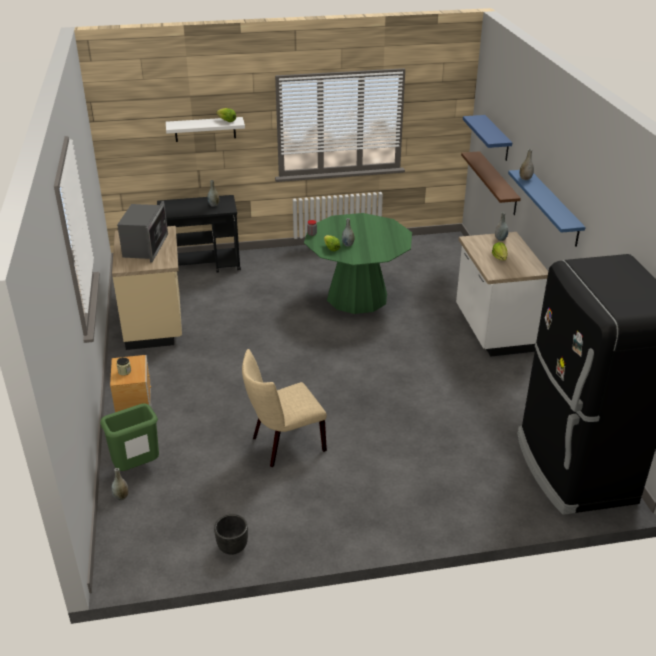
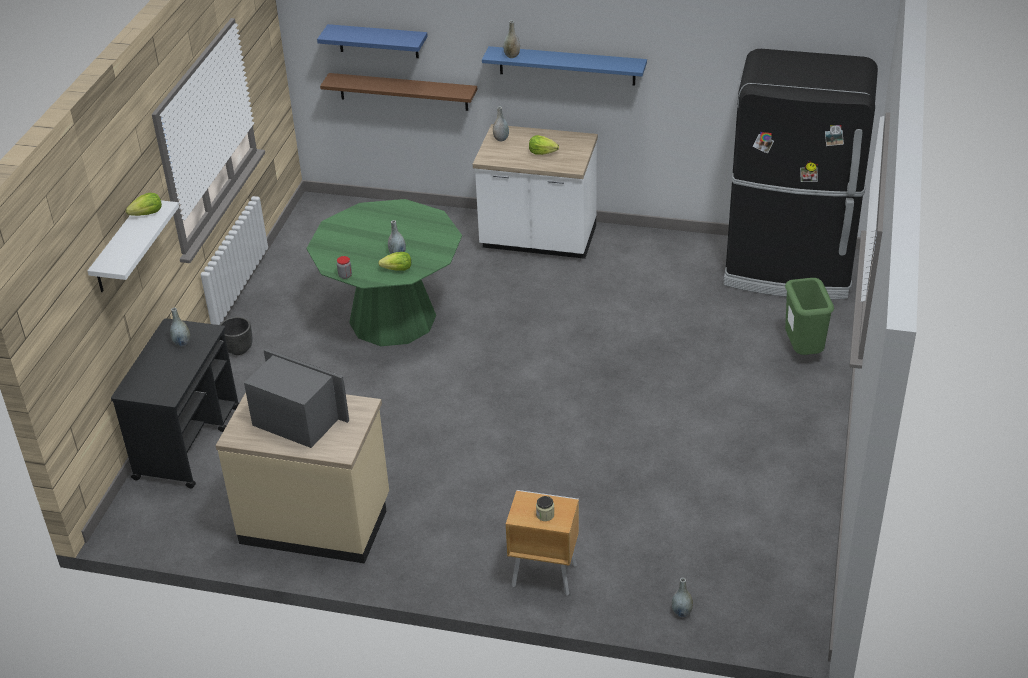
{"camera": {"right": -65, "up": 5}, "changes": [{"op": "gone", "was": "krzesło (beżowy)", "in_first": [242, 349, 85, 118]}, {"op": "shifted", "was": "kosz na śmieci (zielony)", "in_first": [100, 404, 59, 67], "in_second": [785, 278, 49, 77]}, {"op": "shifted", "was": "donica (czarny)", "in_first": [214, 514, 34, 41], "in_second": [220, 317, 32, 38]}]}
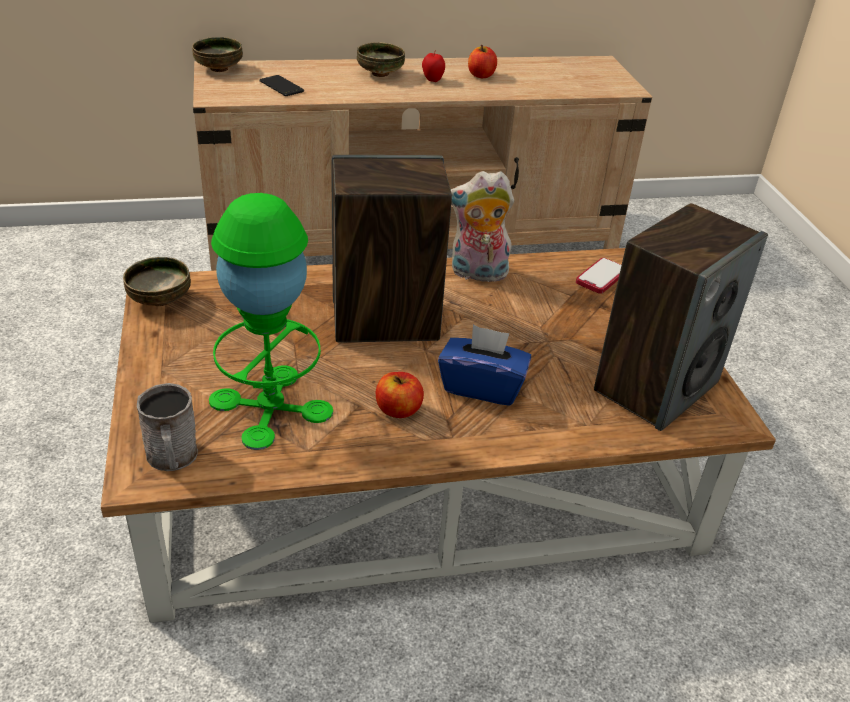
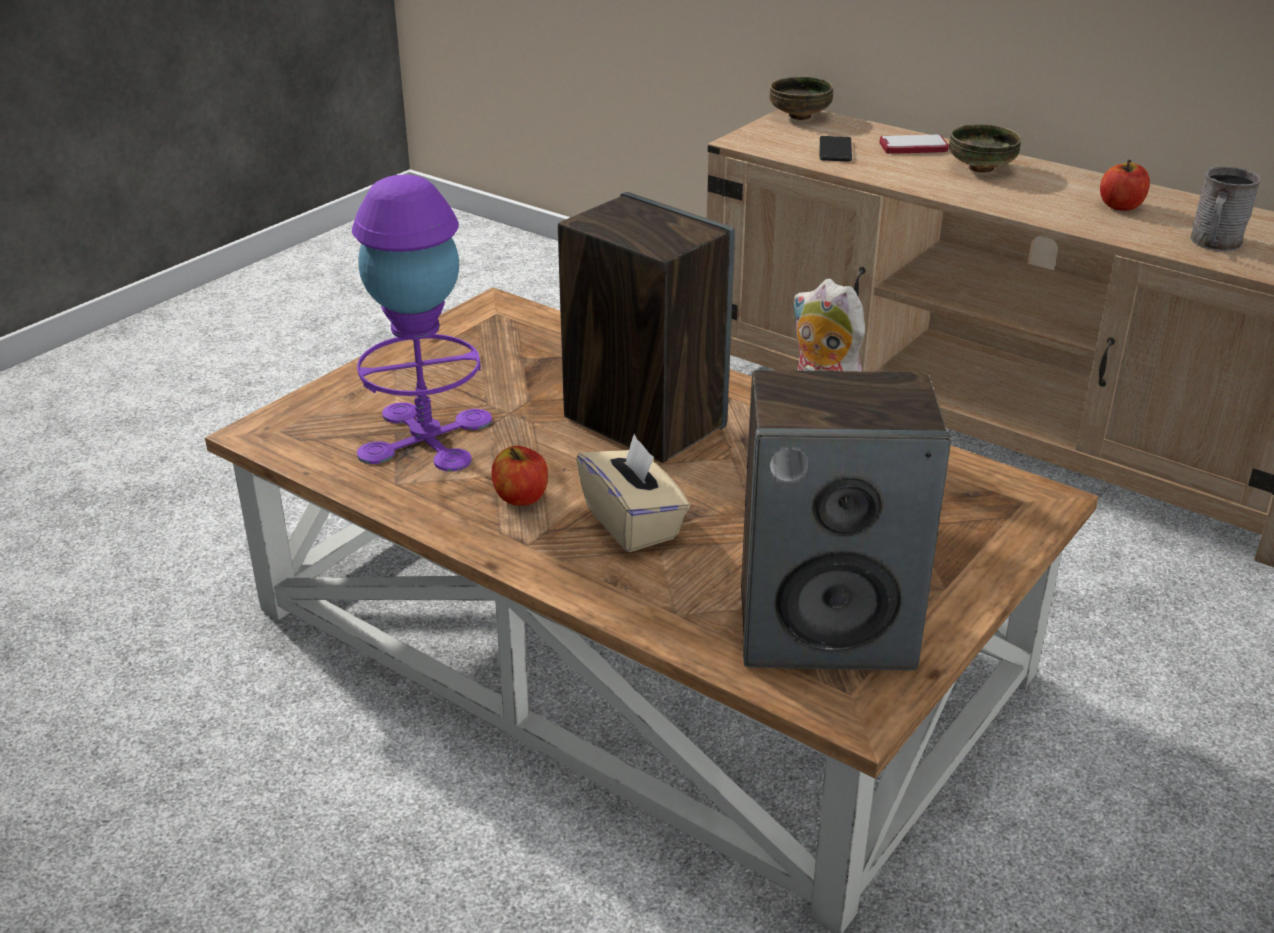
{"camera": {"right": 50, "up": -5}, "changes": [{"op": "gone", "was": "miska", "in_first": [123, 257, 68, 49]}, {"op": "gone", "was": "jabłko", "in_first": [422, 50, 23, 32]}, {"op": "shifted", "was": "kubek (szary)", "in_first": [137, 383, 61, 88], "in_second": [1190, 166, 71, 85]}, {"op": "shifted", "was": "telefon", "in_first": [576, 258, 45, 36], "in_second": [879, 135, 70, 19]}, {"op": "repainted", "was": "lampa stołowa (zielony)", "now": "lampa stołowa (fioletowy)", "in_first": [209, 193, 124, 257], "in_second": [352, 174, 140, 297]}, {"op": "repainted", "was": "pudełko chusteczek (niebieski)", "now": "pudełko chusteczek (beżowy)", "in_first": [438, 325, 93, 81], "in_second": [576, 434, 114, 118]}]}
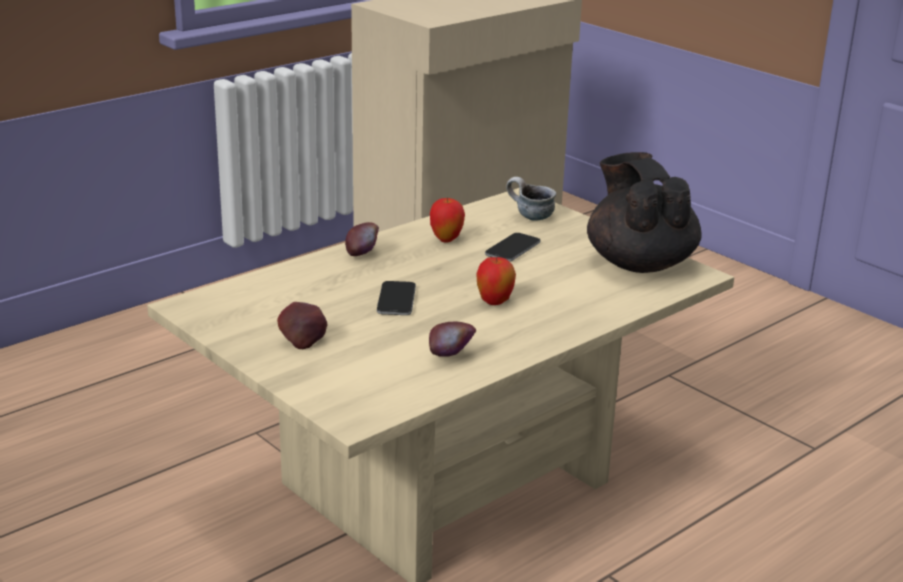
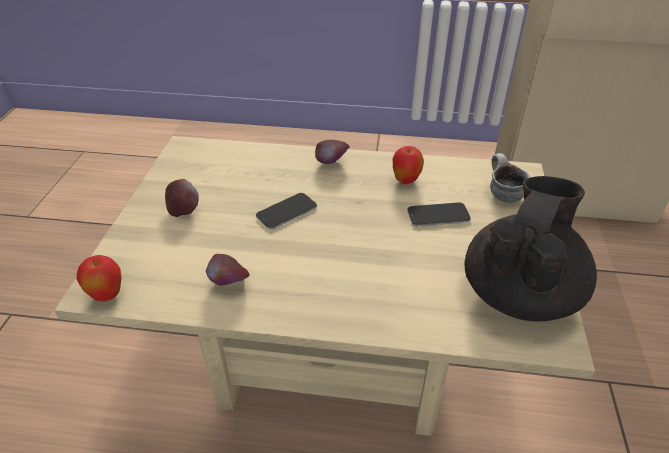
{"camera": {"right": 50, "up": 15}, "changes": [{"op": "shifted", "was": "jabłko", "in_first": [476, 256, 40, 49], "in_second": [76, 255, 46, 47]}]}
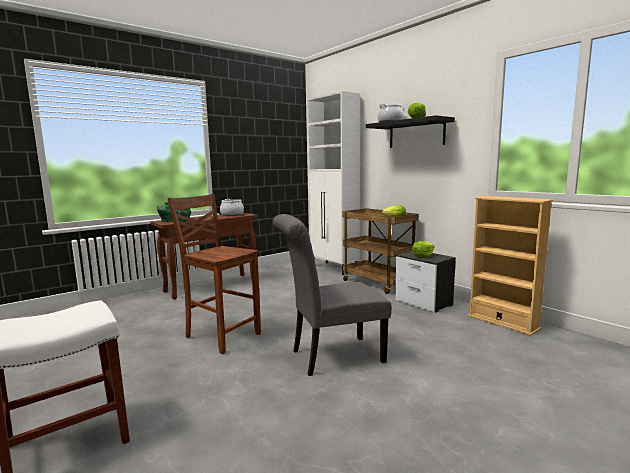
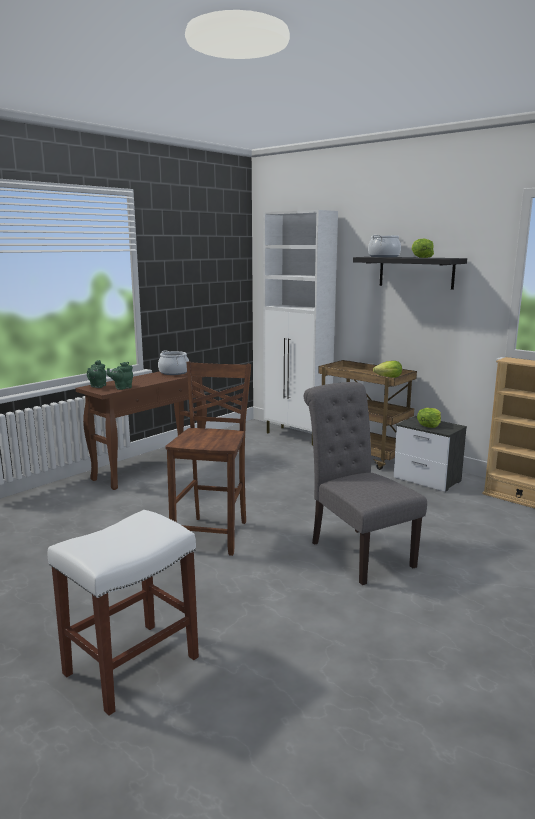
{"camera": {"right": -10, "up": 5}, "changes": [{"op": "rotated", "was": "krzesło (brązowy)", "in_first": [167, 194, 94, 160], "in_second": [165, 362, 86, 194], "clockwise": 75}, {"op": "rotated", "was": "krzesło (szary)", "in_first": [273, 214, 119, 162], "in_second": [304, 382, 123, 203], "clockwise": 90}]}
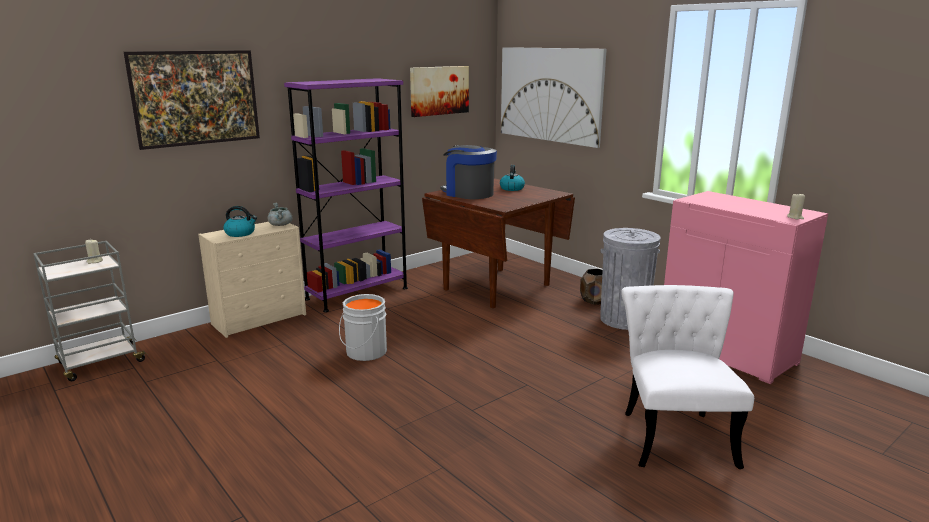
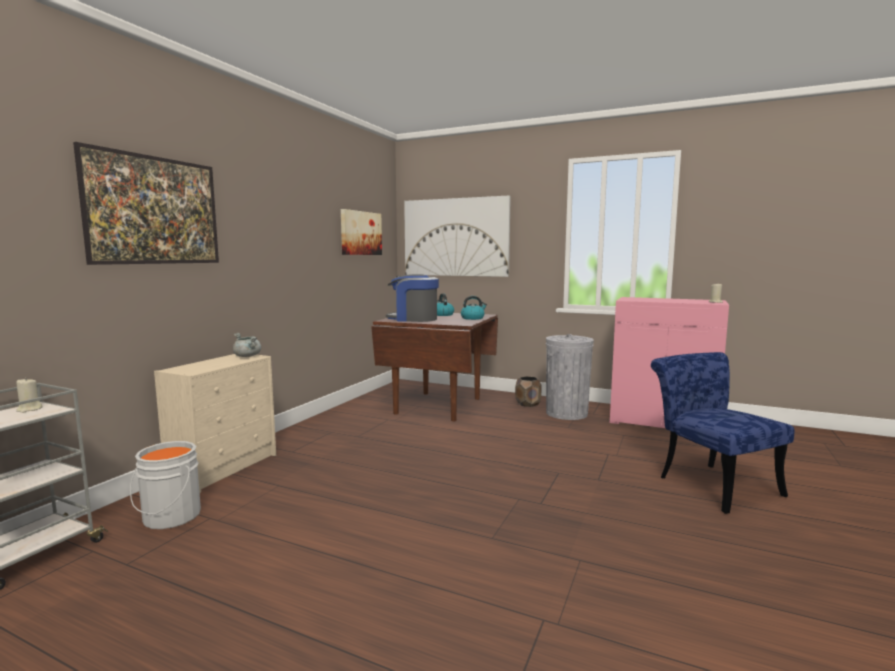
{"camera": {"right": -25, "up": -10}, "changes": [{"op": "gone", "was": "regał (fioletowy)", "in_first": [284, 78, 124, 234]}, {"op": "shifted", "was": "czajnik", "in_first": [224, 206, 33, 31], "in_second": [461, 296, 26, 24]}, {"op": "shifted", "was": "wiadro (szary)", "in_first": [339, 294, 48, 67], "in_second": [130, 441, 71, 88]}, {"op": "repainted", "was": "krzesło (biały)", "now": "krzesło (niebieski)", "in_first": [621, 285, 133, 184], "in_second": [651, 352, 143, 162]}]}
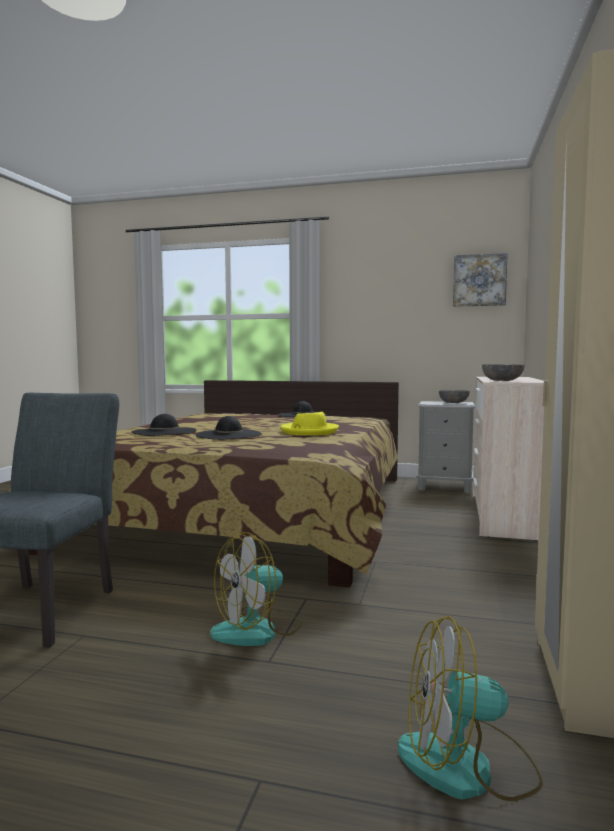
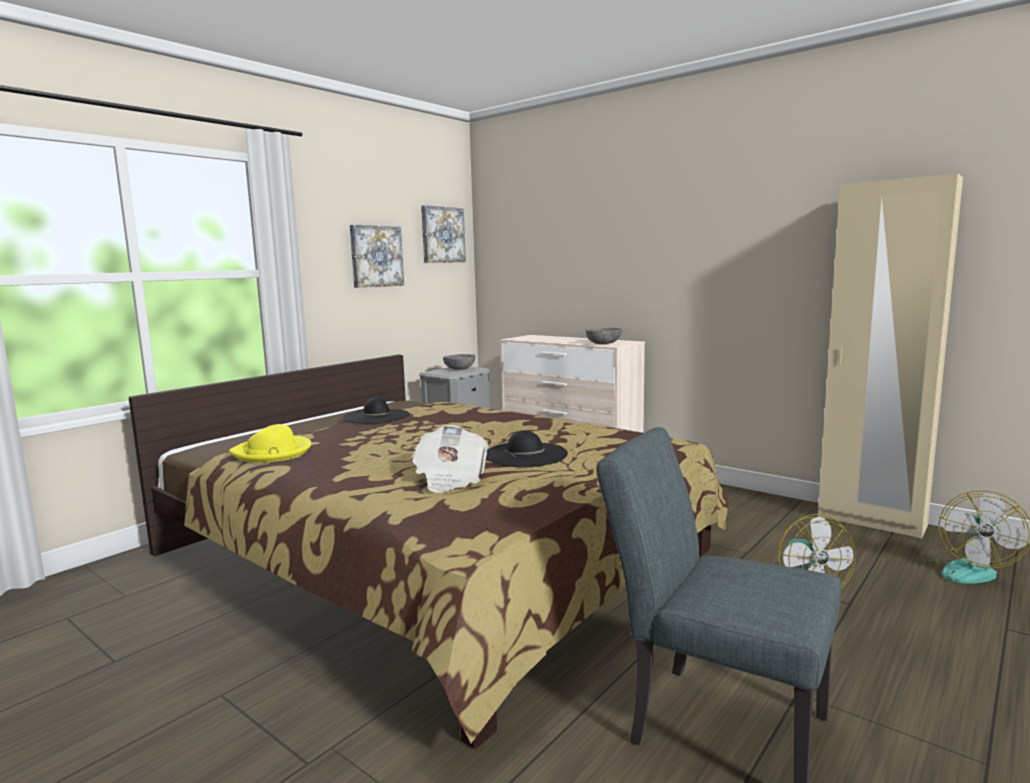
{"camera": {"right": -65, "up": 5}, "changes": [{"op": "new", "now": "obraz", "in_second": [350, 225, 54, 63]}, {"op": "shifted", "was": "kapelusz (żółty)", "in_first": [281, 412, 58, 23], "in_second": [229, 424, 82, 38]}, {"op": "swapped", "was": "kapelusz (czarny)", "now": "gazeta", "in_first": [131, 414, 66, 22], "in_second": [411, 425, 77, 68]}]}
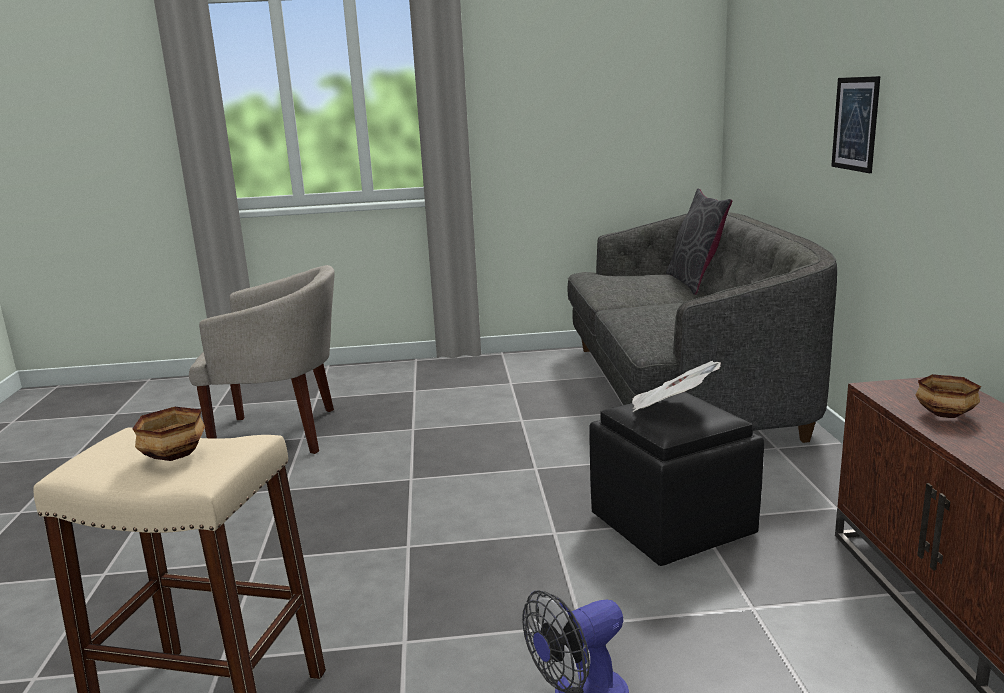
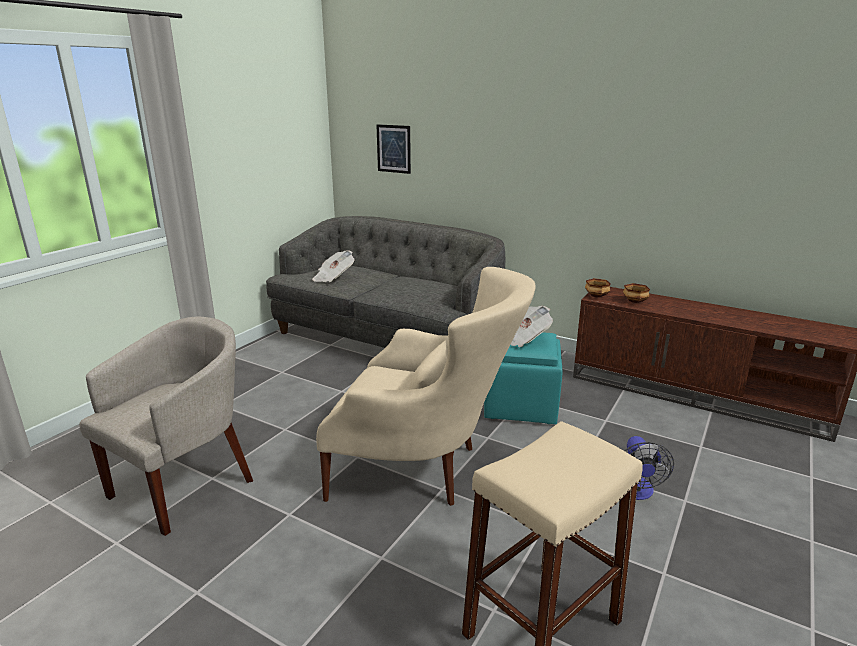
{"camera": {"right": -55, "up": 5}, "changes": [{"op": "gone", "was": "poduszka (szary)", "in_first": [666, 188, 66, 107]}, {"op": "new", "now": "gazeta", "in_second": [312, 250, 43, 32]}, {"op": "new", "now": "fotel (beżowy)", "in_second": [316, 267, 220, 239]}, {"op": "shifted", "was": "miska", "in_first": [133, 407, 72, 54], "in_second": [585, 278, 26, 19]}, {"op": "shifted", "was": "obraz", "in_first": [831, 76, 49, 97], "in_second": [376, 124, 35, 50]}, {"op": "repainted", "was": "pufa (czarny)", "now": "pufa (turkusowy)", "in_first": [590, 392, 174, 174], "in_second": [484, 332, 79, 92]}]}
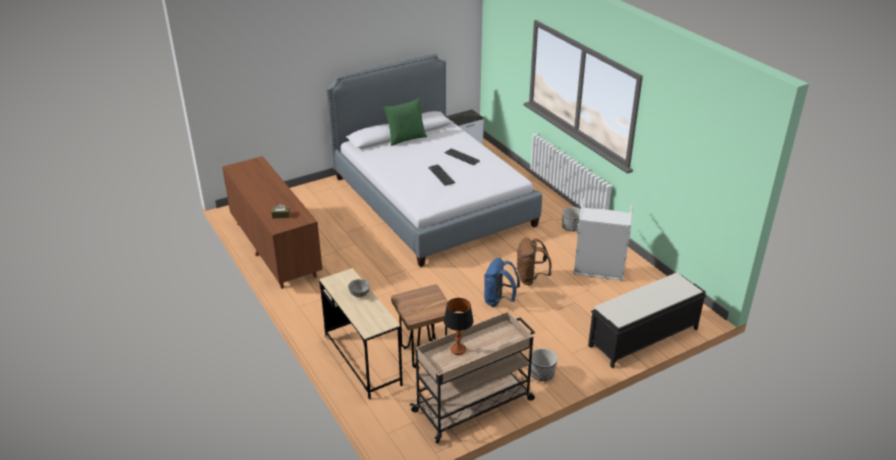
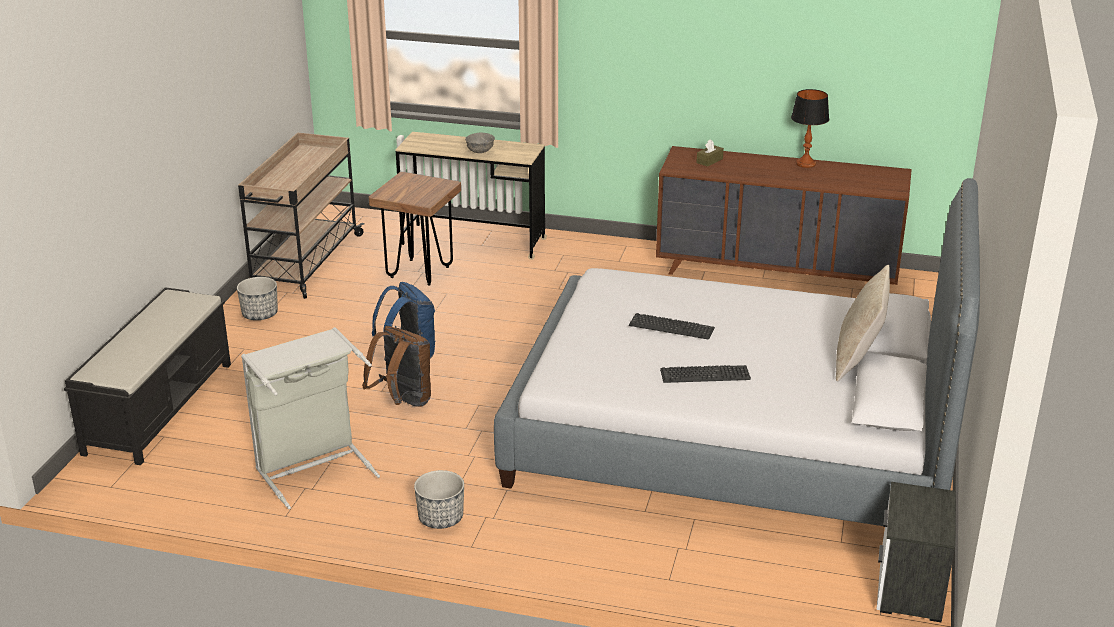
{"camera": {"right": 135, "up": -5}, "changes": [{"op": "shifted", "was": "lampa stołowa", "in_first": [444, 298, 30, 57], "in_second": [791, 89, 38, 79]}, {"op": "repainted", "was": "poduszka (zielony)", "now": "poduszka (beżowy)", "in_first": [384, 98, 43, 48], "in_second": [836, 264, 54, 118]}]}
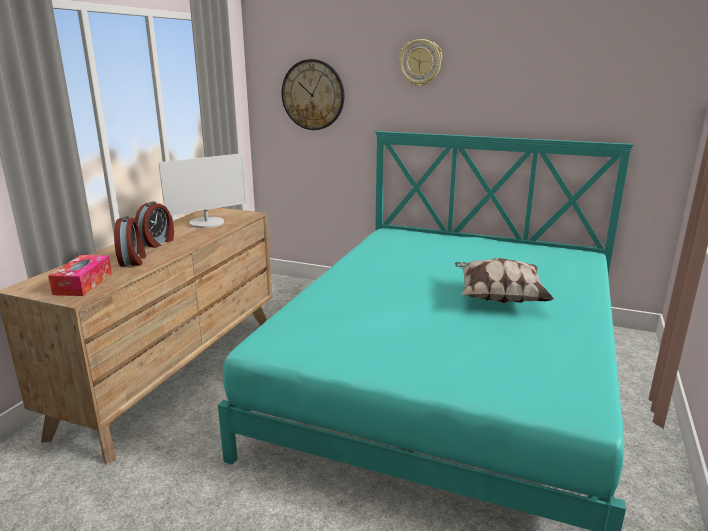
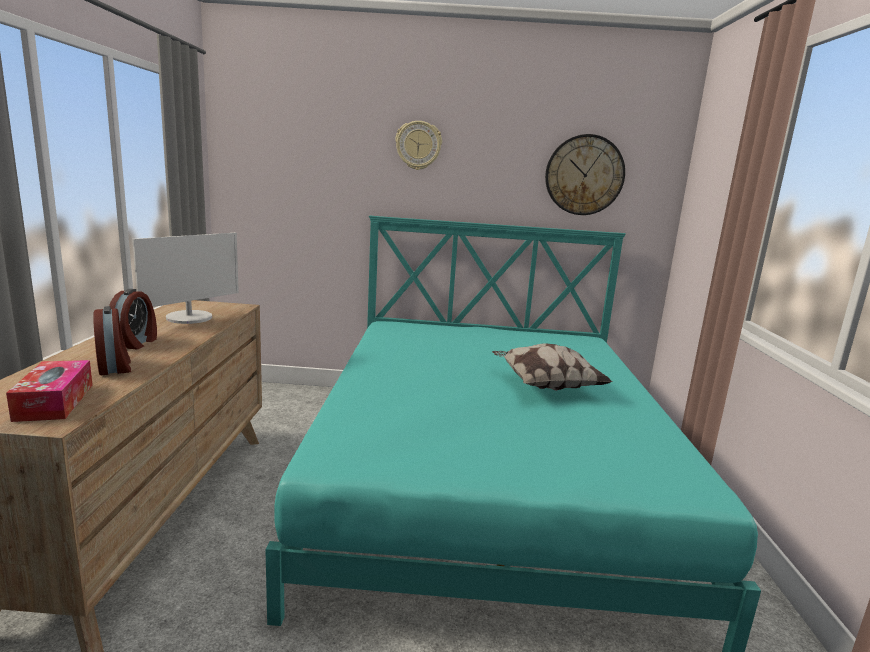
{"camera": {"right": -20, "up": -5}, "changes": [{"op": "shifted", "was": "zegar ścienny", "in_first": [281, 59, 63, 71], "in_second": [545, 134, 80, 81]}]}
